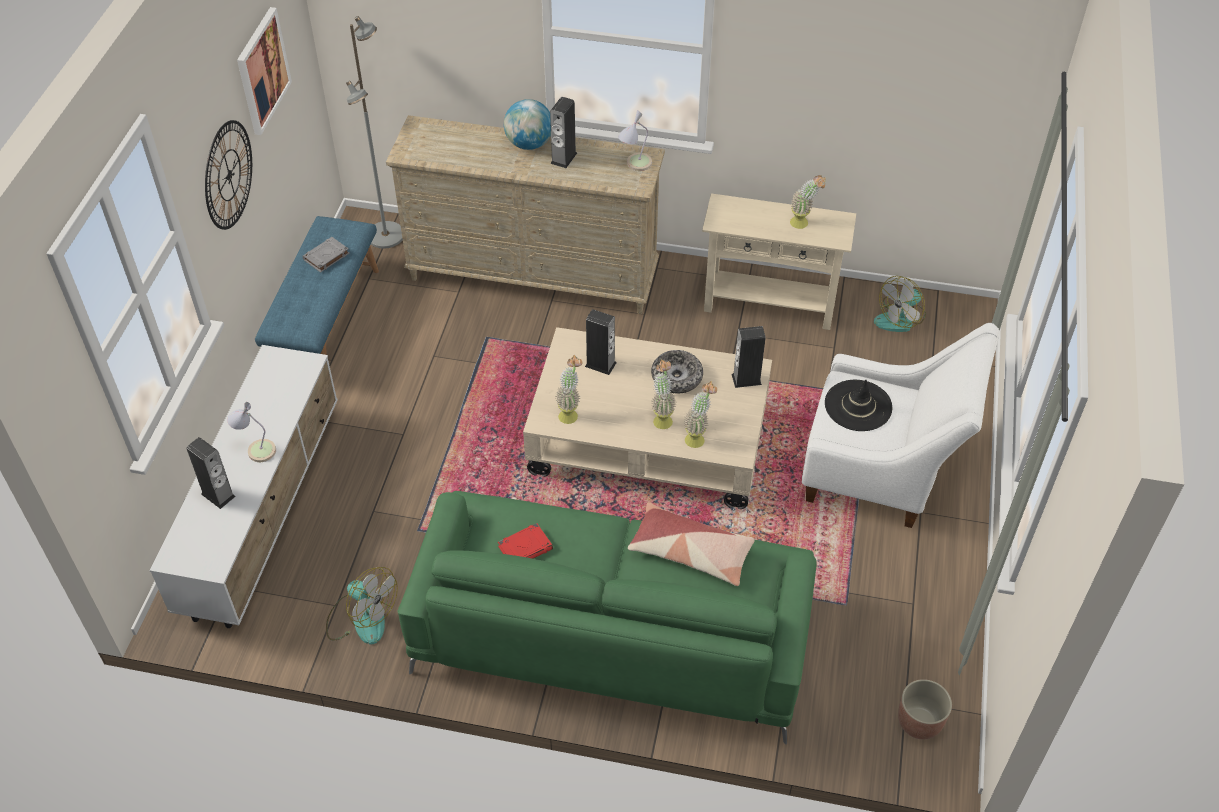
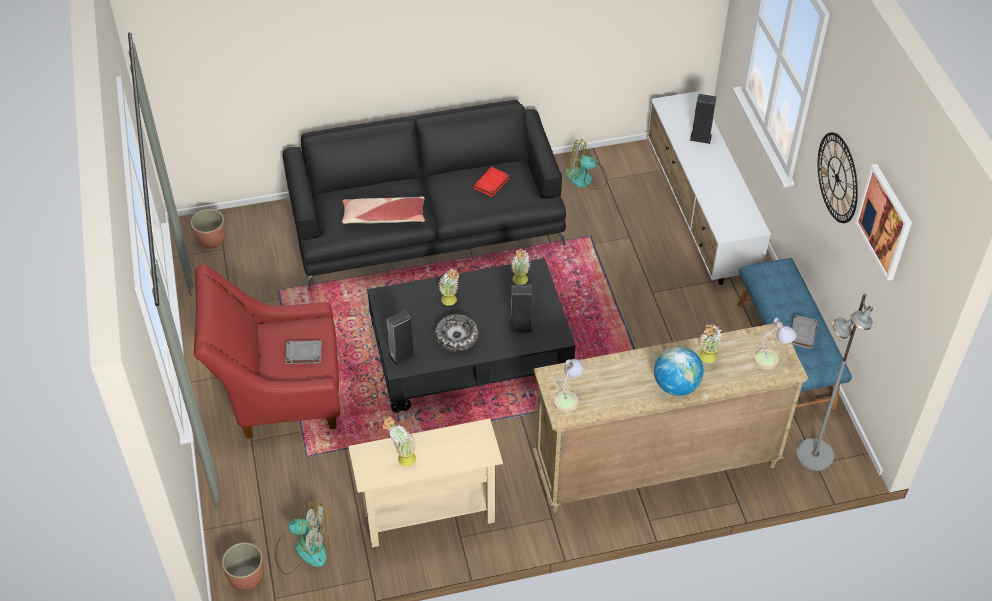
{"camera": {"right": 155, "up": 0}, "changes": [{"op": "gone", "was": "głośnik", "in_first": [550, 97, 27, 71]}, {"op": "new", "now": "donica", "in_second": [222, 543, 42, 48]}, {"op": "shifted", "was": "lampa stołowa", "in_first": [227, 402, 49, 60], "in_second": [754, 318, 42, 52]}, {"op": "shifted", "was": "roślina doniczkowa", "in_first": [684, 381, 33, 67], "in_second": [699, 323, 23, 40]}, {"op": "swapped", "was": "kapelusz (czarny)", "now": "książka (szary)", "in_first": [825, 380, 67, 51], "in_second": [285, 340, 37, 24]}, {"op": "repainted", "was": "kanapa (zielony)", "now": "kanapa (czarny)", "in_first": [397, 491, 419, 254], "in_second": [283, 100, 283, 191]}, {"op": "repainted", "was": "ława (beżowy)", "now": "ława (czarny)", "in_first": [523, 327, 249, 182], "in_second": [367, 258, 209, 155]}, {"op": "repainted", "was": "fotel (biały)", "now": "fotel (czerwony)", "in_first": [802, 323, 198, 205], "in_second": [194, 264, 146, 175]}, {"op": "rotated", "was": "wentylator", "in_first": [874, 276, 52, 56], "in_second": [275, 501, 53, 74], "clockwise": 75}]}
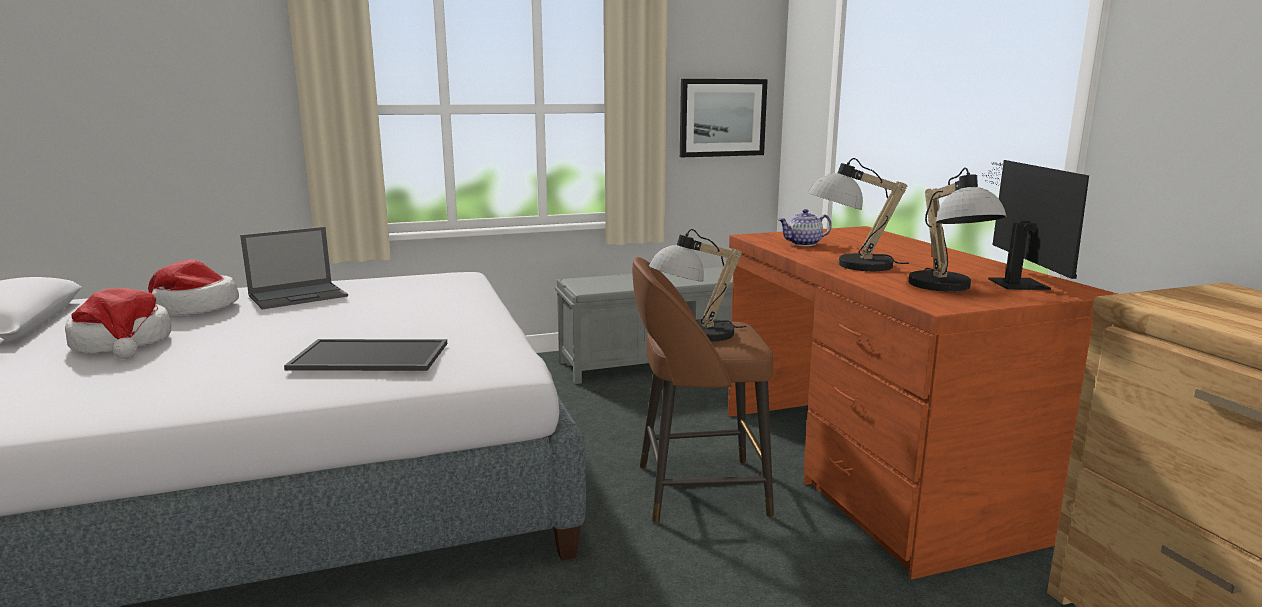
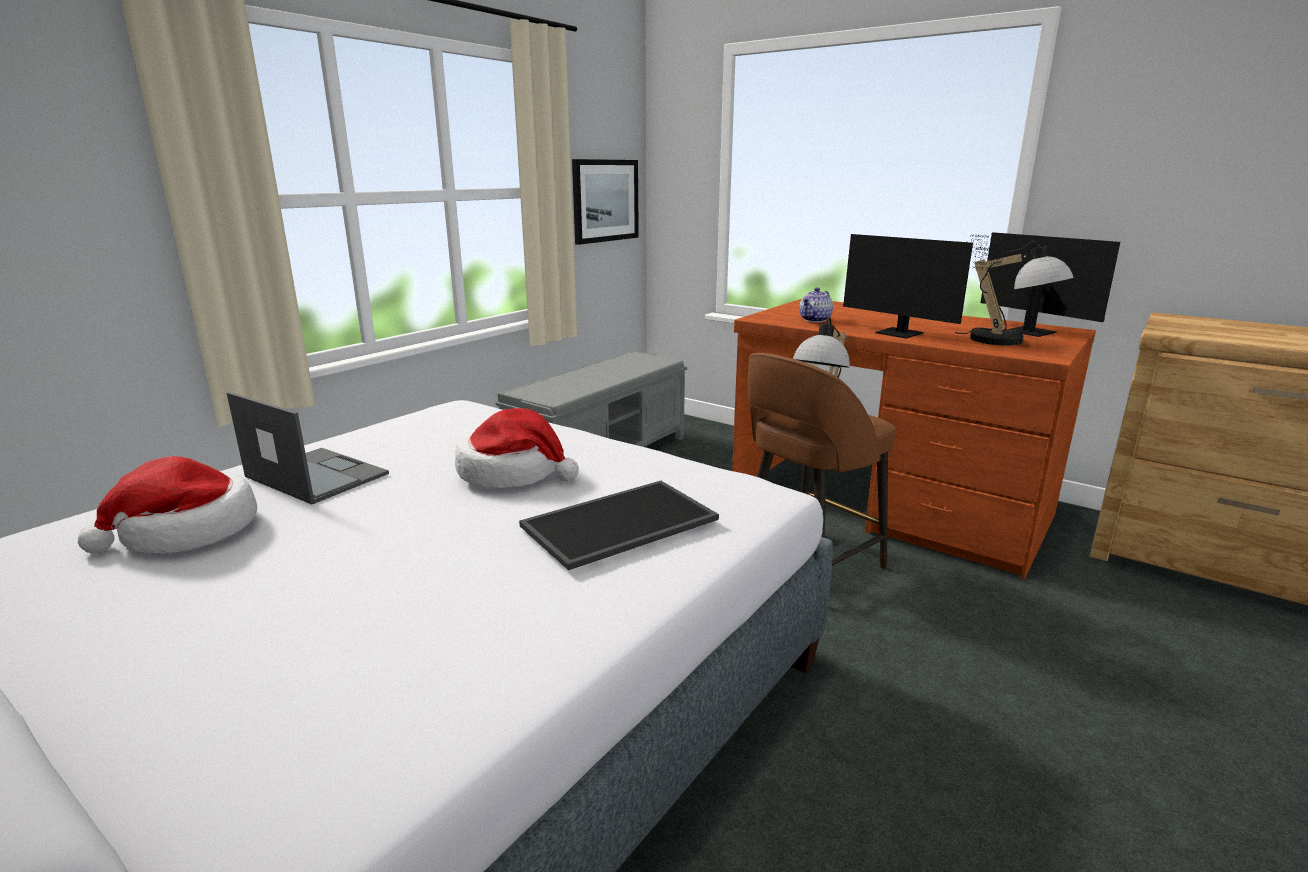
{"camera": {"right": -35, "up": 5}, "changes": [{"op": "shifted", "was": "kapelusz", "in_first": [65, 288, 107, 71], "in_second": [455, 408, 124, 80]}, {"op": "swapped", "was": "lampa stołowa", "now": "monitor", "in_first": [808, 158, 101, 113], "in_second": [843, 234, 172, 105]}, {"op": "rotated", "was": "laptop", "in_first": [240, 227, 108, 82], "in_second": [227, 392, 162, 112], "clockwise": -75}]}
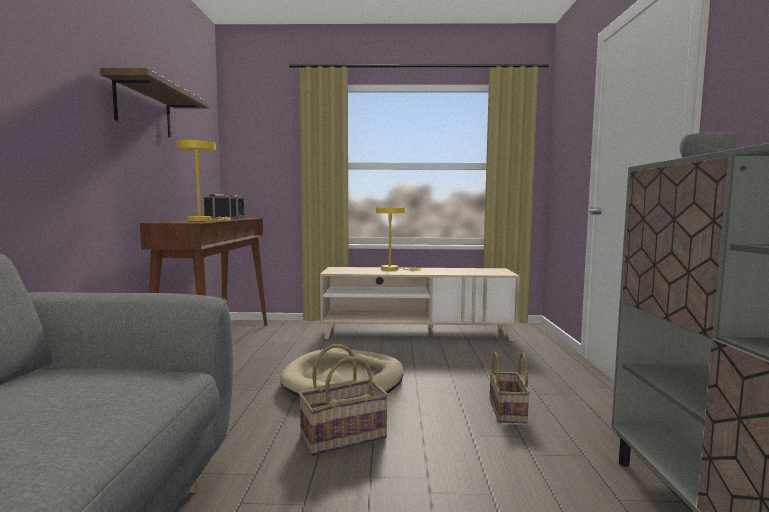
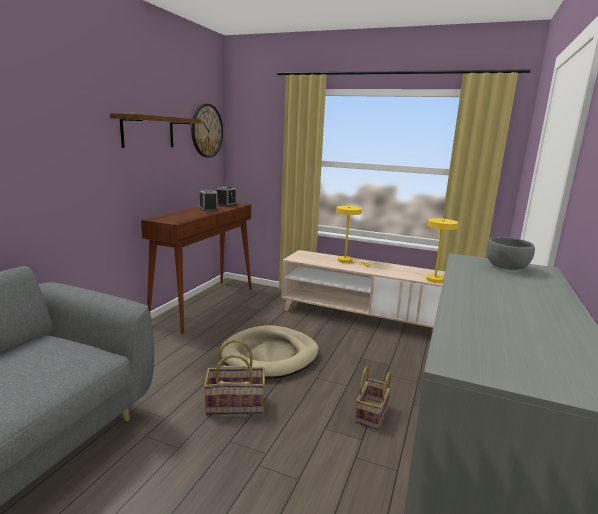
{"camera": {"right": 20, "up": 10}, "changes": [{"op": "new", "now": "zegar ścienny", "in_second": [191, 104, 32, 54]}, {"op": "shifted", "was": "lampa stołowa (żółty)", "in_first": [177, 140, 54, 81], "in_second": [426, 218, 32, 65]}]}
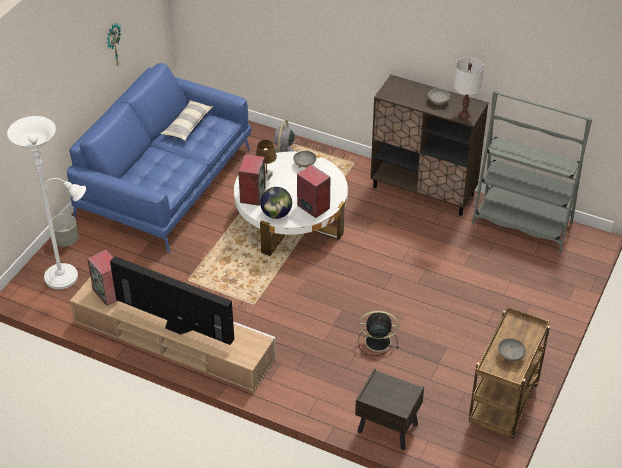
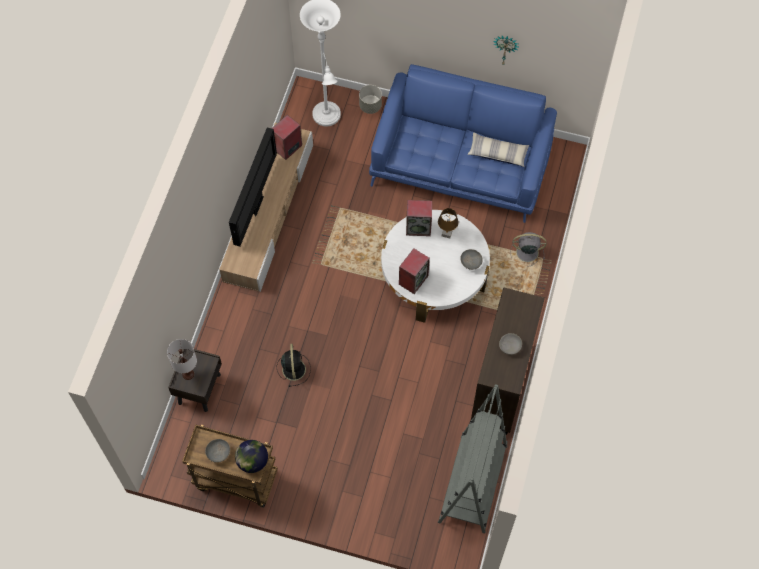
{"camera": {"right": 80, "up": 20}, "changes": [{"op": "shifted", "was": "globus", "in_first": [260, 187, 32, 32], "in_second": [235, 440, 33, 33]}, {"op": "shifted", "was": "lampa stołowa (biały)", "in_first": [454, 57, 30, 62], "in_second": [167, 339, 30, 41]}]}
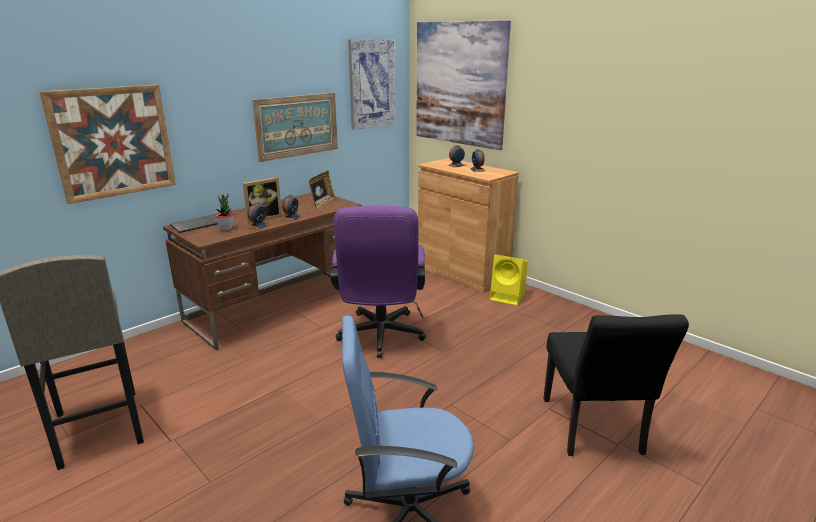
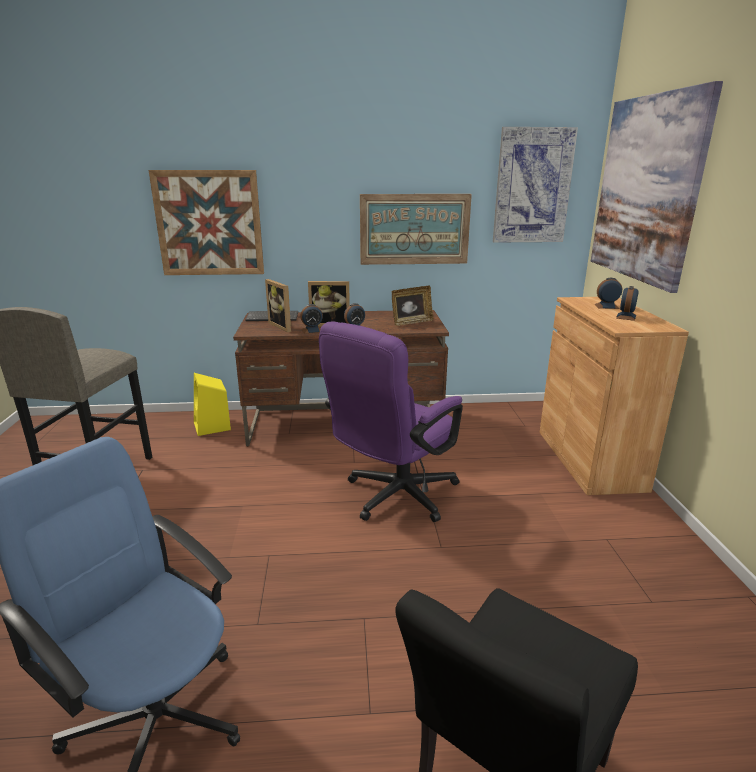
{"camera": {"right": 40, "up": 0}, "changes": [{"op": "shifted", "was": "głośnik (żółty)", "in_first": [490, 254, 38, 52], "in_second": [194, 373, 37, 63]}, {"op": "swapped", "was": "roślina doniczkowa", "now": "ramka na zdjęcie", "in_first": [215, 194, 19, 37], "in_second": [265, 279, 26, 53]}]}
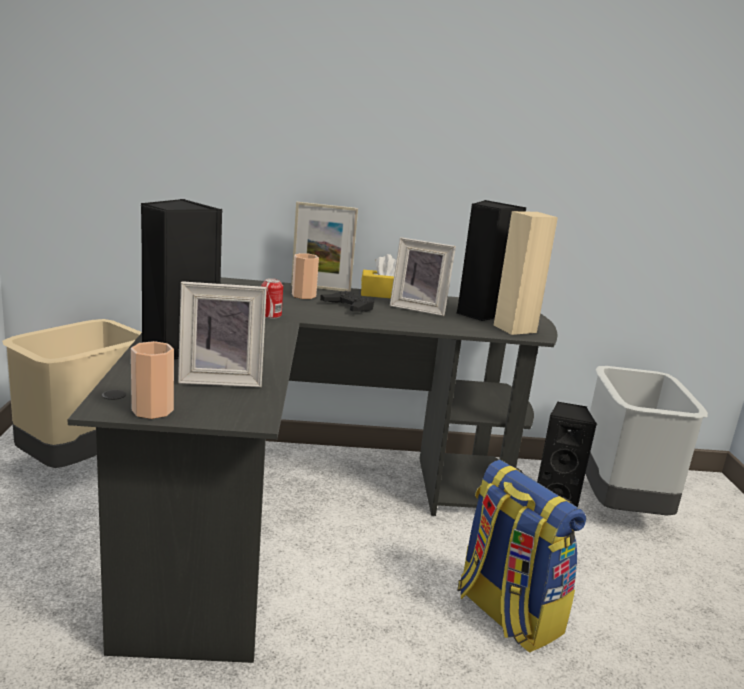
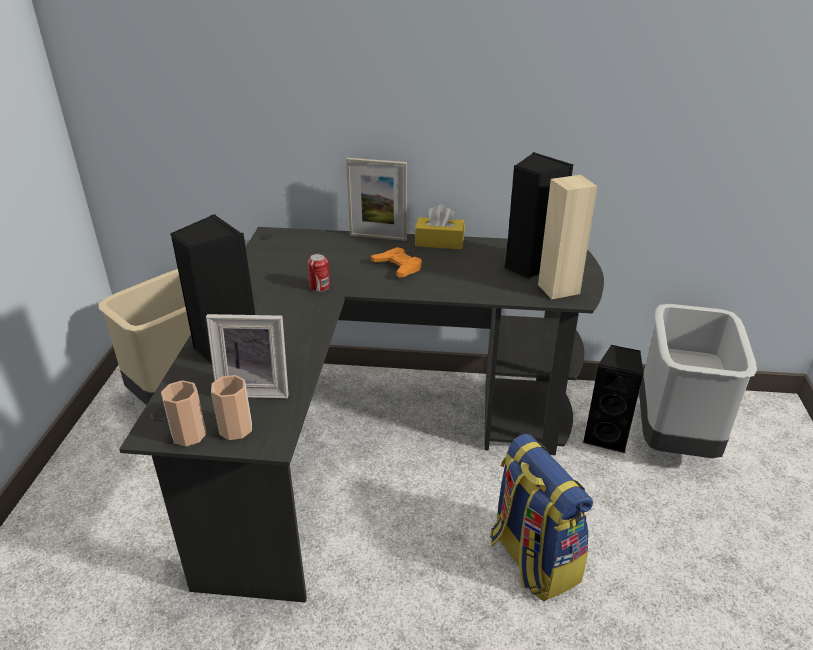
{"camera": {"right": 10, "up": 15}, "changes": [{"op": "gone", "was": "ramka na zdjęcie", "in_first": [390, 237, 66, 79]}, {"op": "shifted", "was": "filiżanka", "in_first": [292, 253, 27, 46], "in_second": [211, 375, 41, 65]}, {"op": "repainted", "was": "pad do gier (czarny)", "now": "pad do gier (pomarańczowy)", "in_first": [320, 291, 54, 21], "in_second": [371, 247, 51, 30]}]}
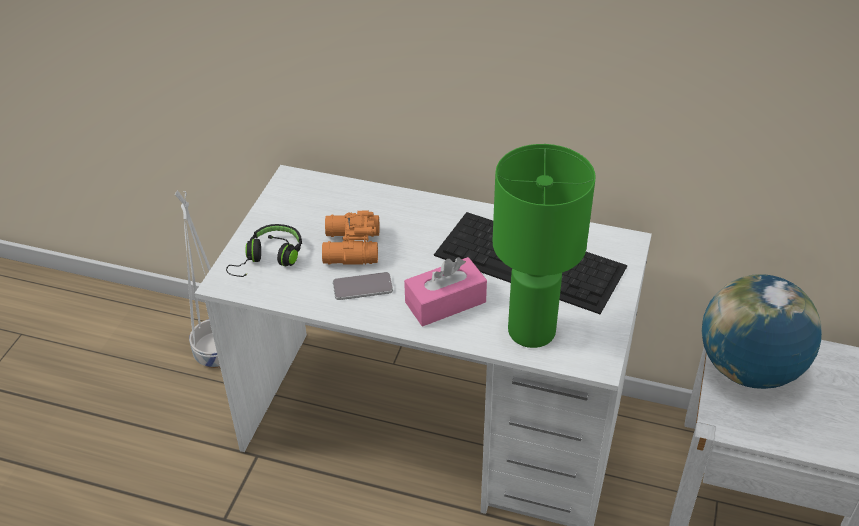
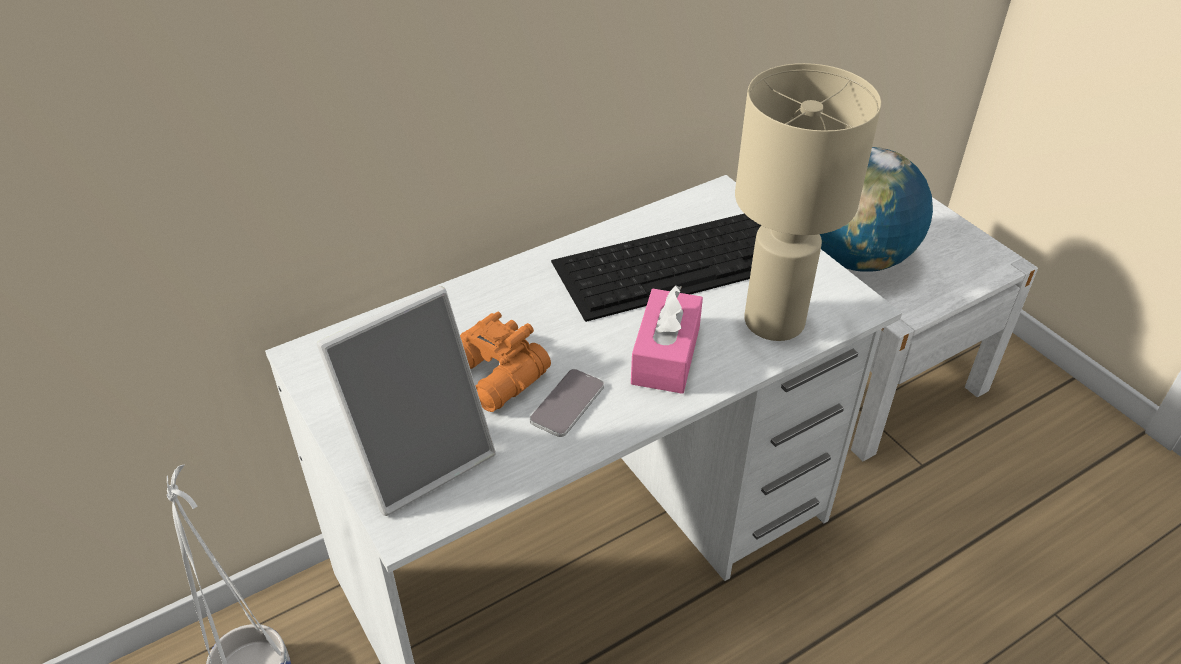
{"camera": {"right": -50, "up": 0}, "changes": [{"op": "swapped", "was": "słuchawki (czarny)", "now": "ramka na zdjęcie", "in_first": [226, 224, 76, 53], "in_second": [316, 286, 180, 230]}, {"op": "repainted", "was": "lampa stołowa (zielony)", "now": "lampa stołowa (beżowy)", "in_first": [493, 144, 103, 204], "in_second": [735, 63, 147, 278]}]}
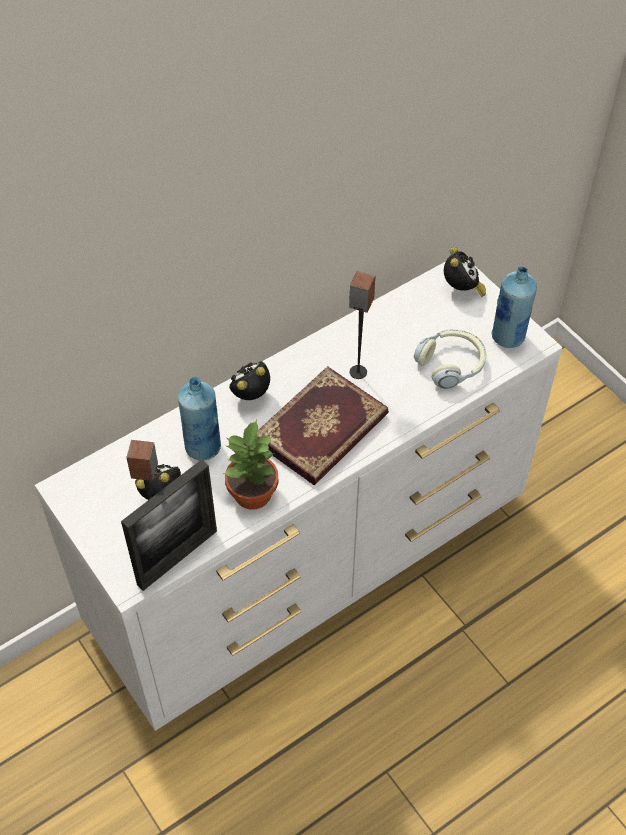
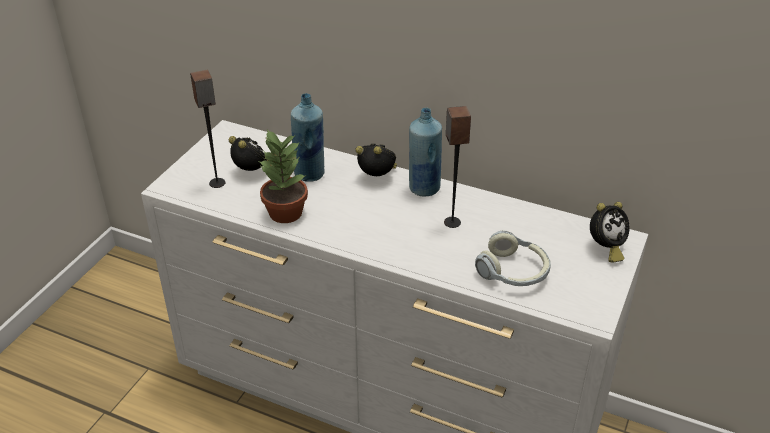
{"camera": {"right": 60, "up": -15}, "changes": [{"op": "gone", "was": "ramka na zdjęcie", "in_first": [121, 459, 96, 132]}, {"op": "gone", "was": "książka", "in_first": [256, 366, 133, 119]}, {"op": "shifted", "was": "butelka (niebieski)", "in_first": [492, 266, 45, 82], "in_second": [409, 108, 33, 89]}]}
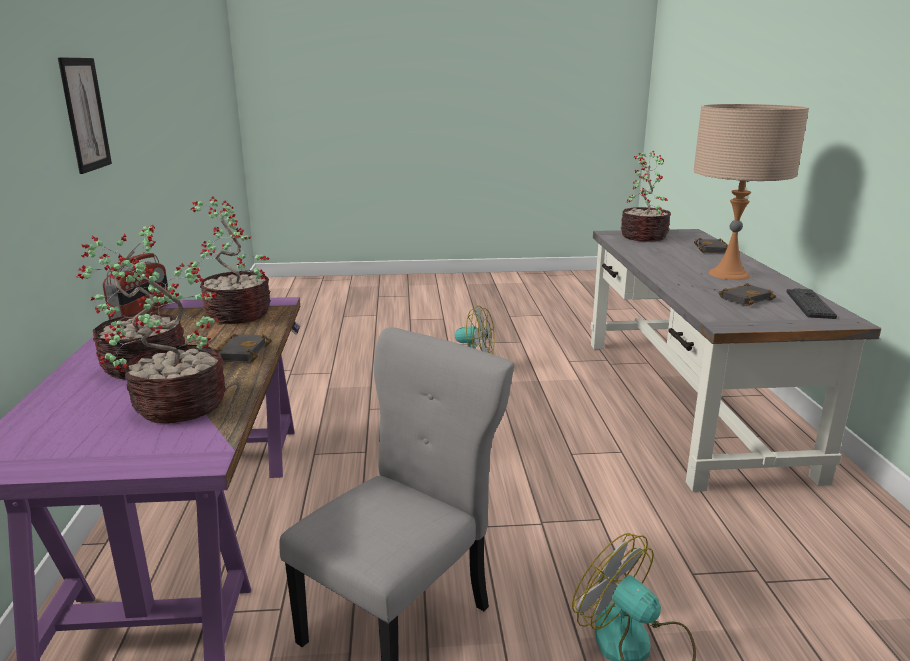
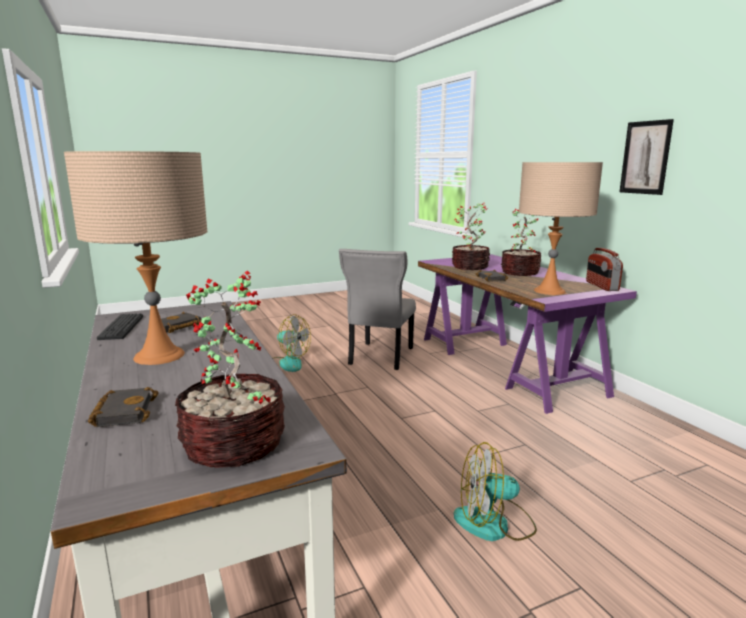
{"camera": {"right": 160, "up": -5}, "changes": [{"op": "swapped", "was": "roślina doniczkowa", "now": "lampa stołowa (beżowy)", "in_first": [187, 196, 84, 128], "in_second": [519, 162, 84, 133]}]}
